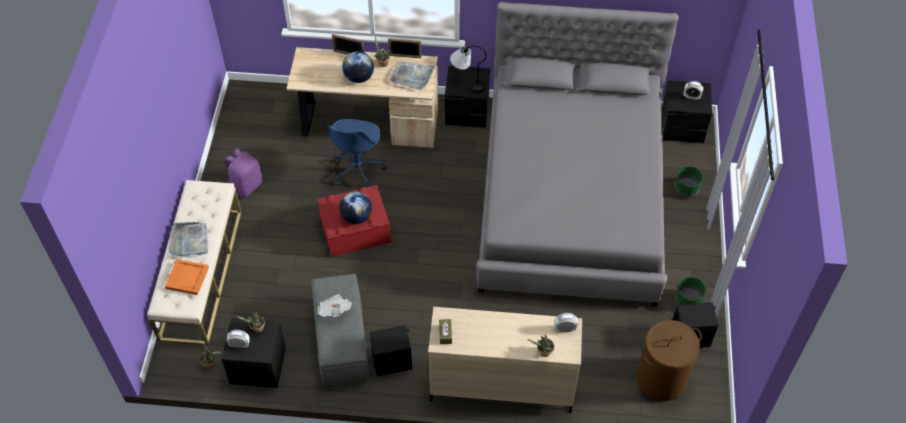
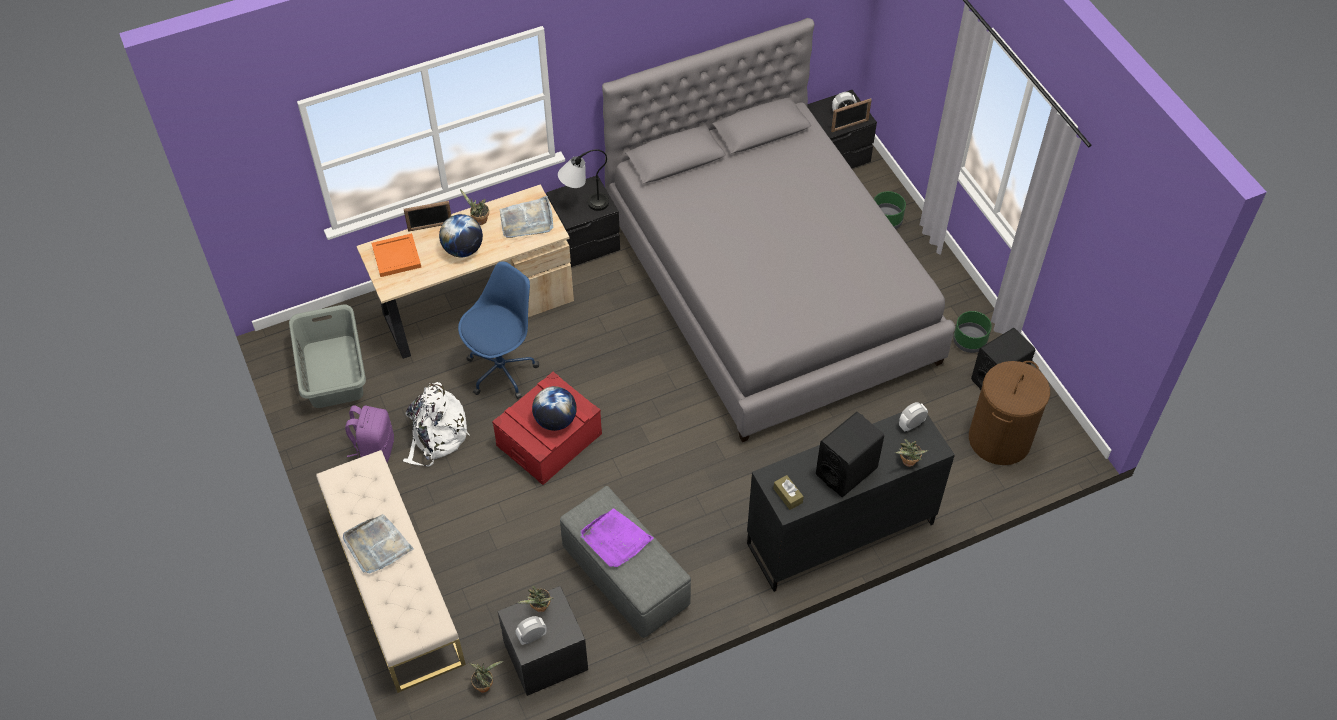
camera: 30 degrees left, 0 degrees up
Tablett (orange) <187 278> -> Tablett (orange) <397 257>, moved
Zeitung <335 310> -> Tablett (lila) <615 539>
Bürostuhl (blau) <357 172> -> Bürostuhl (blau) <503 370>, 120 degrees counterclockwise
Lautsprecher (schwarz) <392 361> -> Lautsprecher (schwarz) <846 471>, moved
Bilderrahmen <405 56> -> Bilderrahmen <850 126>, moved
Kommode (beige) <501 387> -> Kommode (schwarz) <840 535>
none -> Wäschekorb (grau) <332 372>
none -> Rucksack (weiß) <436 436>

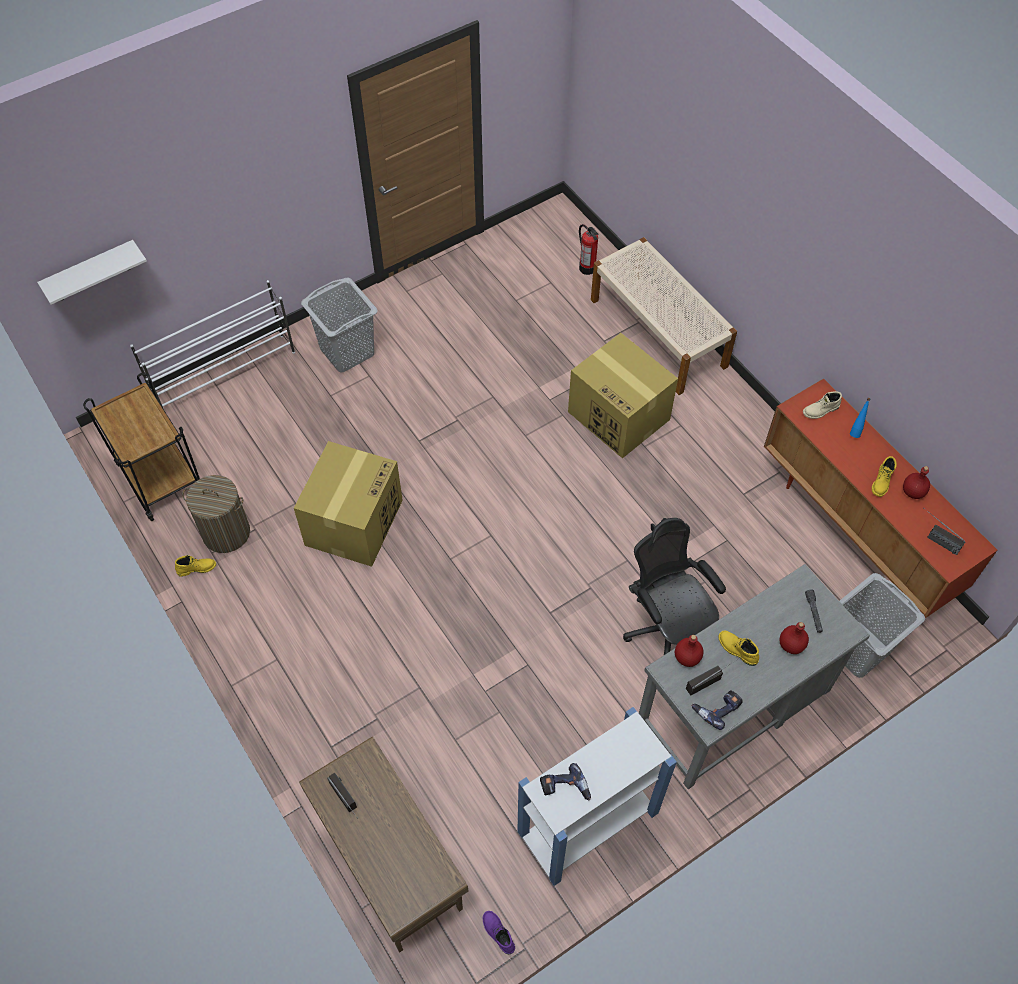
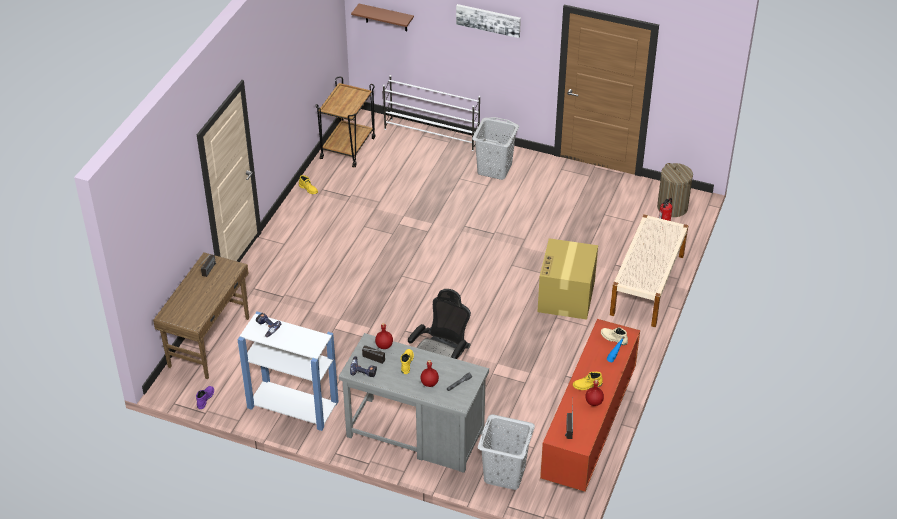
camera: 55 degrees right, 15 degrees down
Wandregal (weiß) <90 272> -> Wandregal (braun) <386 17>
Wäschekorb <226 532> -> Wäschekorb <672 207>, moved
Karton <354 521> -> none
none -> Bild <488 20>

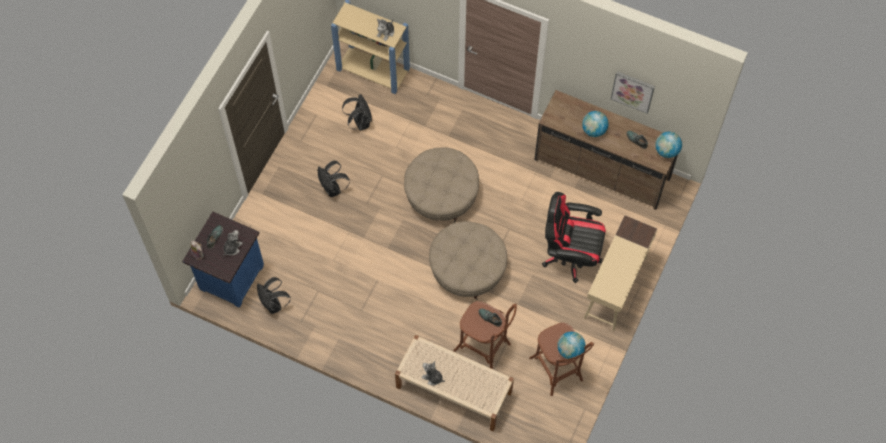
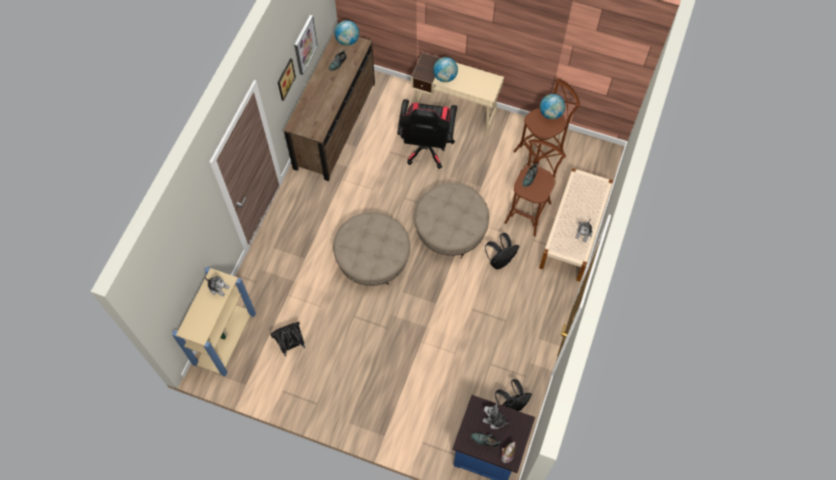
camera: 95 degrees left, 0 degrees up
Rucksack (schwarz) <333 189> -> Rucksack (schwarz) <500 260>, moved
Globus <593 130> -> Globus <445 77>, moved
none -> Bild <284 79>

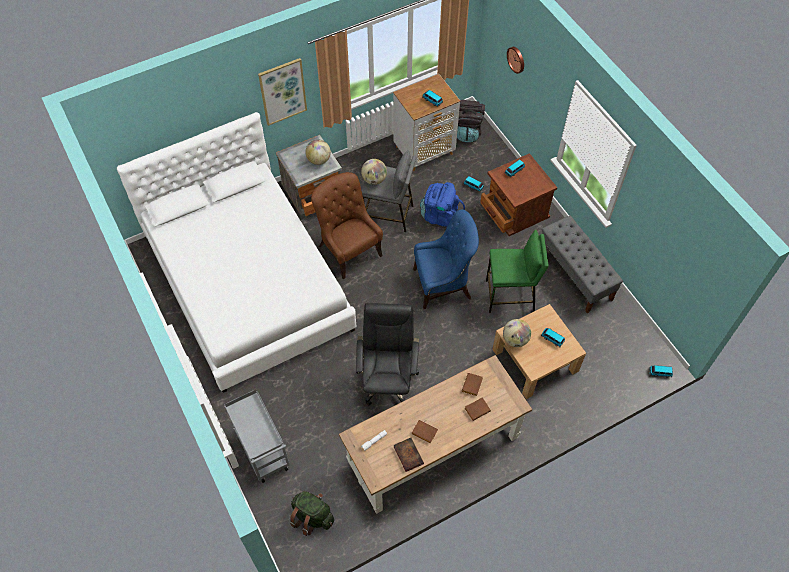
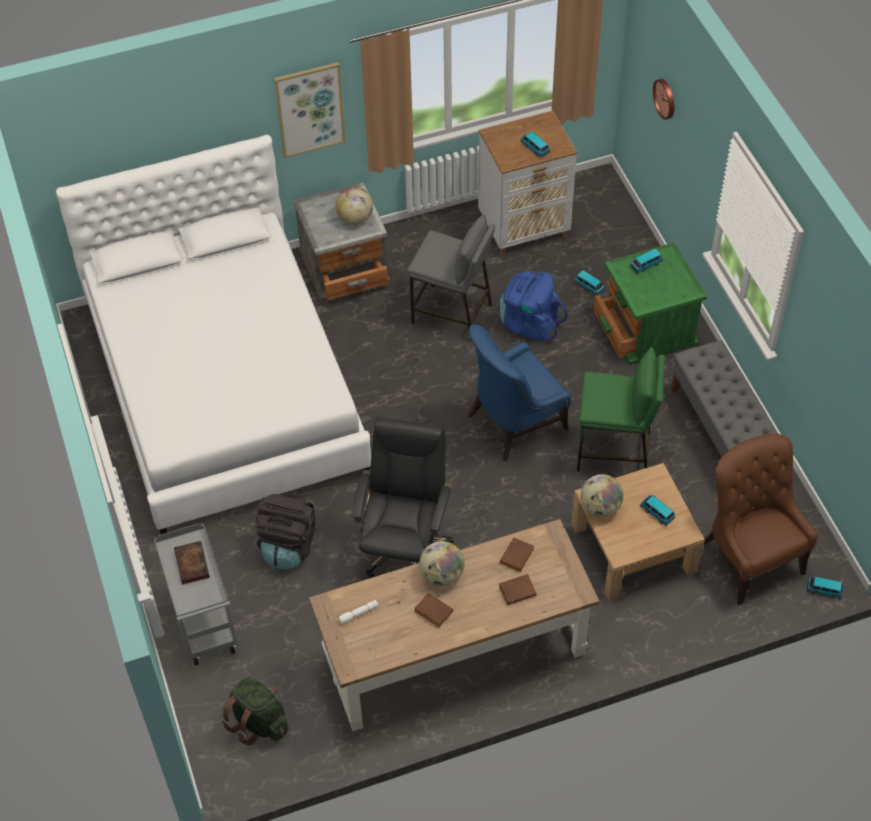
camera: 10 degrees right, 5 degrees down
Stuhl (braun) <348 250> -> Stuhl (braun) <749 557>, moved
Globus <374 179> -> Globus <442 575>, moved
Buch <407 454> -> Buch <191 563>, moved
Stuhl (blau) <443 284> -> Stuhl (blau) <515 422>, 150 degrees clockwise
Rucksack (schwarz) <467 132> -> Rucksack (schwarz) <288 546>, moved
Nachttisch (braun) <513 211> -> Nachttisch (grün) <644 330>

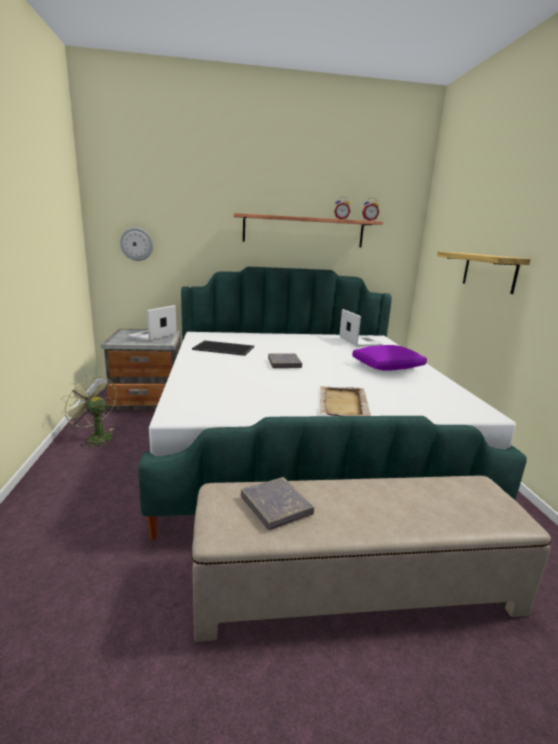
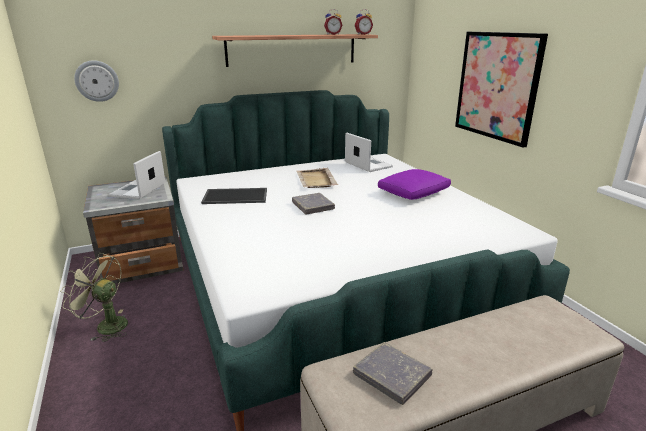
camera: 15 degrees left, 5 degrees up
Tablett (beige) <342 404> -> Tablett (beige) <316 180>, moved
Wandregal <489 272> -> Bild <497 86>

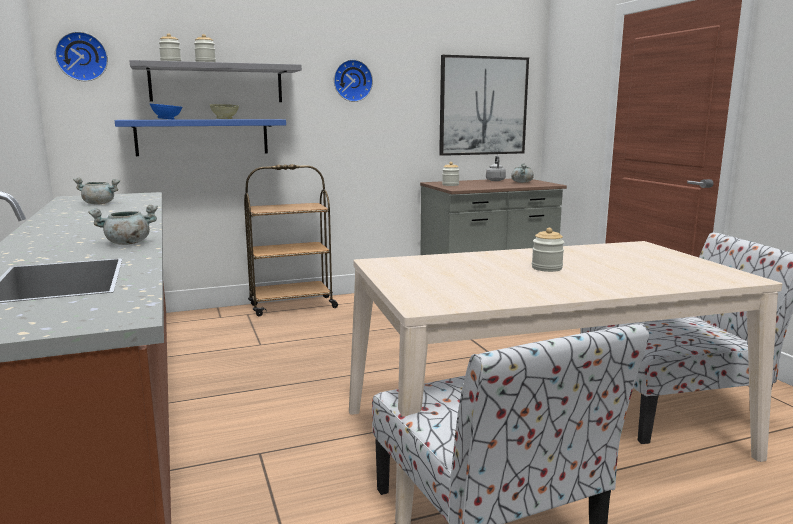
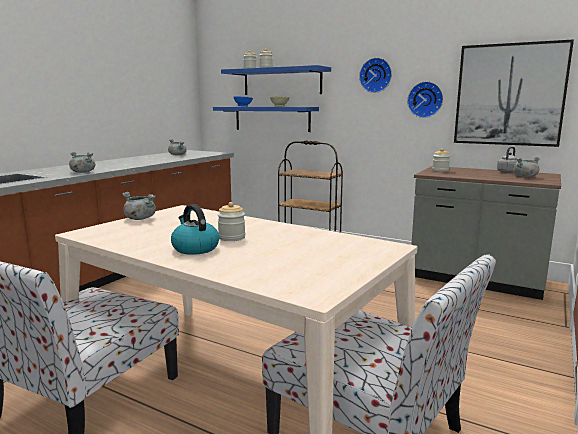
camera: 50 degrees right, 0 degrees up
Wanduhr <82 56> -> Wanduhr <425 99>, moved
Wandregal (grau) <216 83> -> Wandregal (blau) <282 82>
none -> Kochtopf (grau) <139 218>
none -> Wasserkessel <195 248>

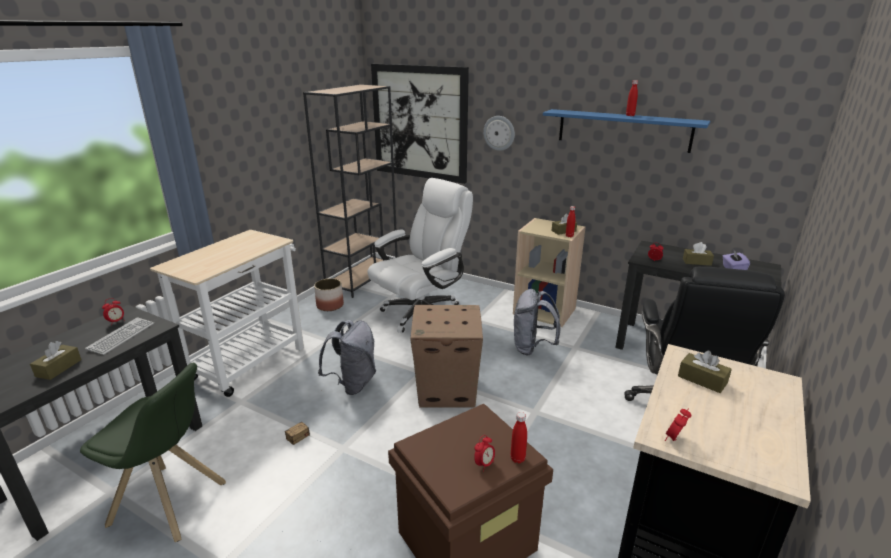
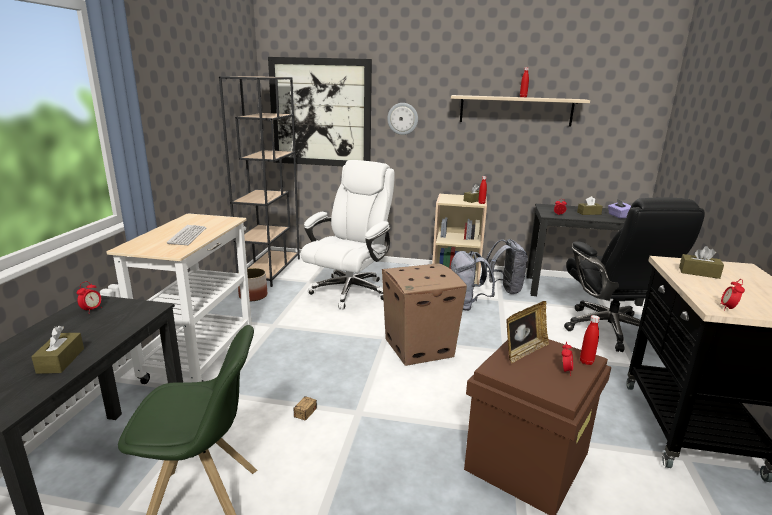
camera: 20 degrees left, 5 degrees down
Tastatur <121 336> -> Tastatur <187 236>, moved
Rucksack (grau) <353 384> -> Rucksack (grau) <504 289>, moved
Wandregal (blau) <623 130> -> Wandregal (beige) <515 110>
none -> Bilderrahmen <524 351>

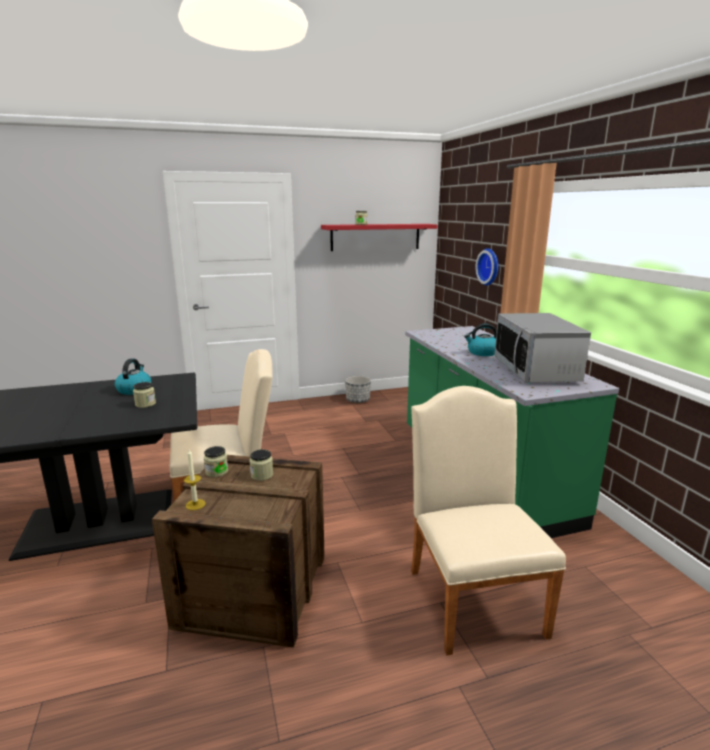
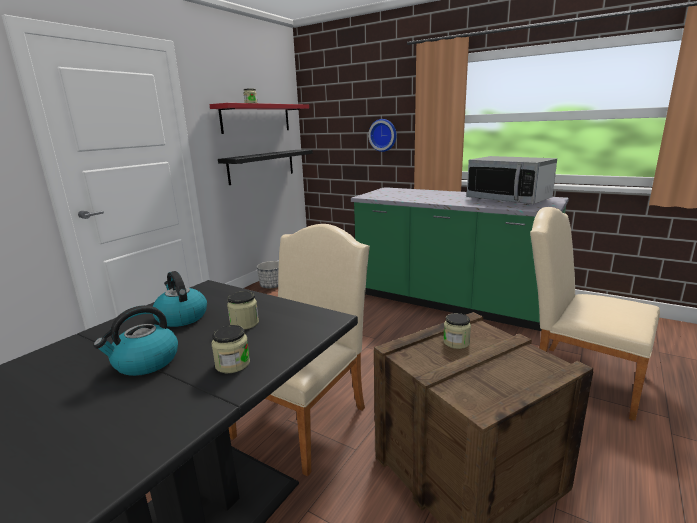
camera: 40 degrees left, 0 degrees up
Kerze <195 504> -> none
Vorratsglas <216 472> -> Vorratsglas <232 364>, moved
Wasserkessel <482 353> -> Wasserkessel <145 362>, moved
none -> Wandregal (schwarz) <262 166>

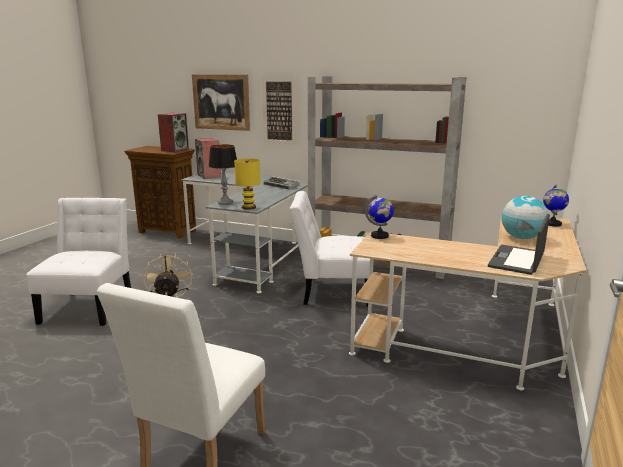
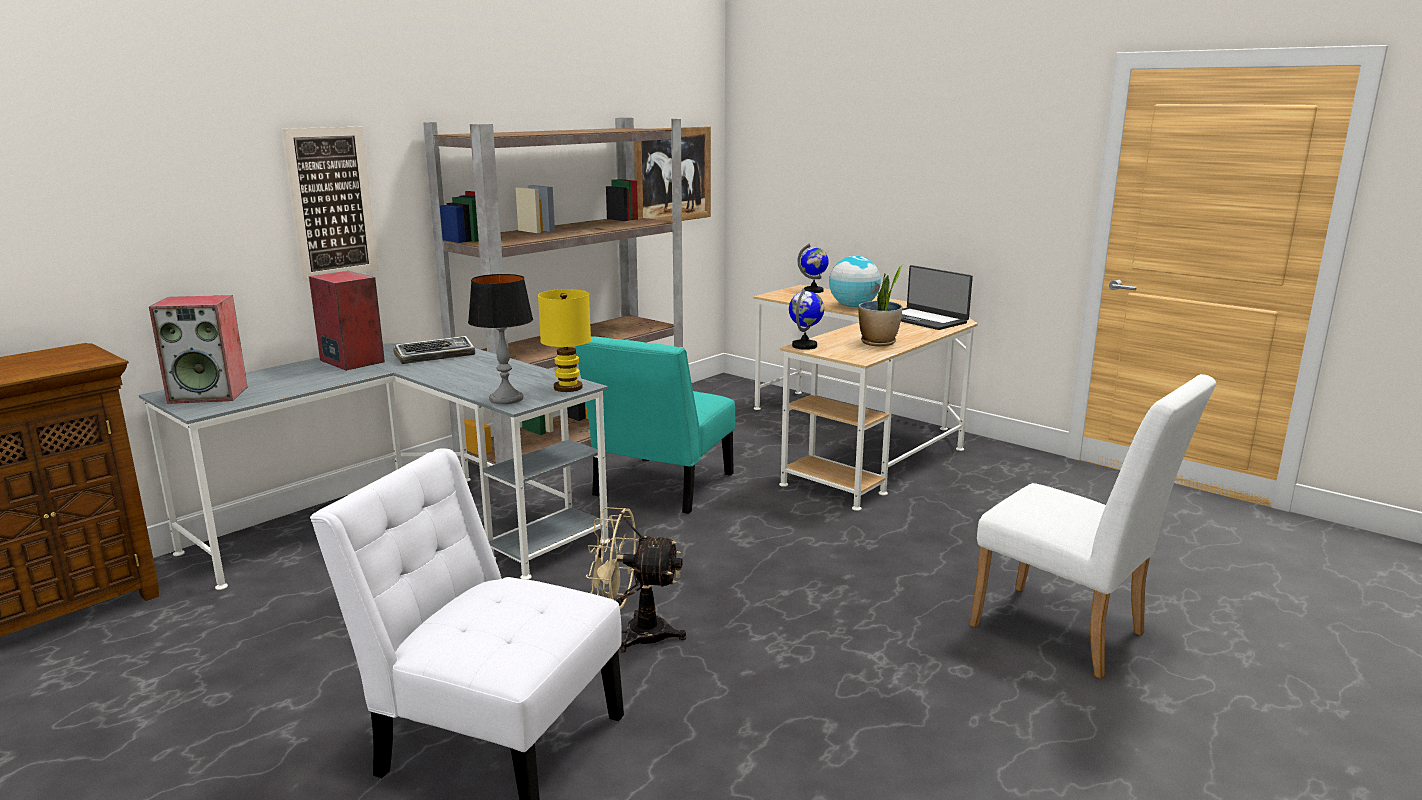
camera: 70 degrees left, 0 degrees up
Lautsprecher <175 150> -> Lautsprecher <350 361>, moved
Bild <221 102> -> Bild <672 175>, moved
Stuhl (weiß) <332 292> -> Stuhl (türkis) <660 488>
none -> Topfpflanze <878 343>

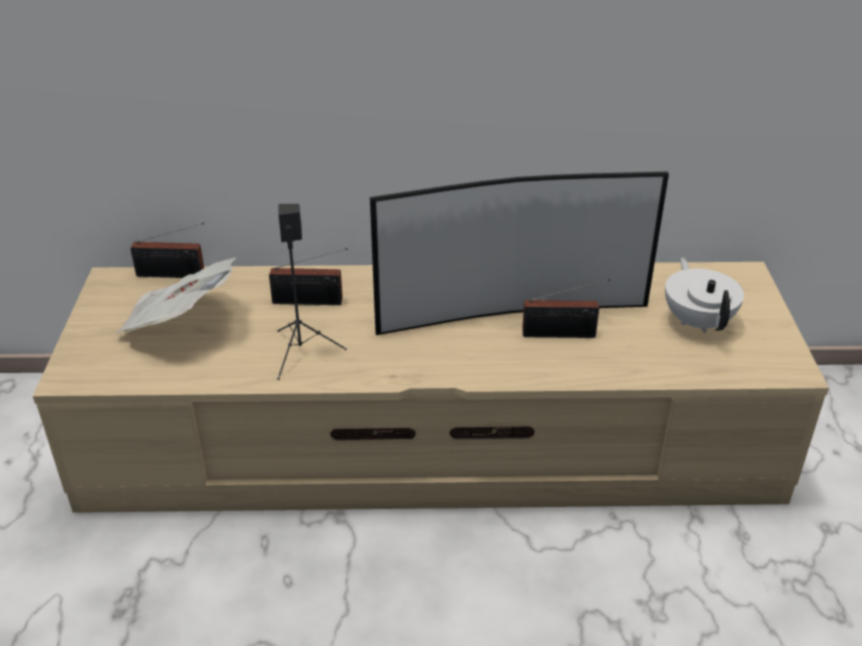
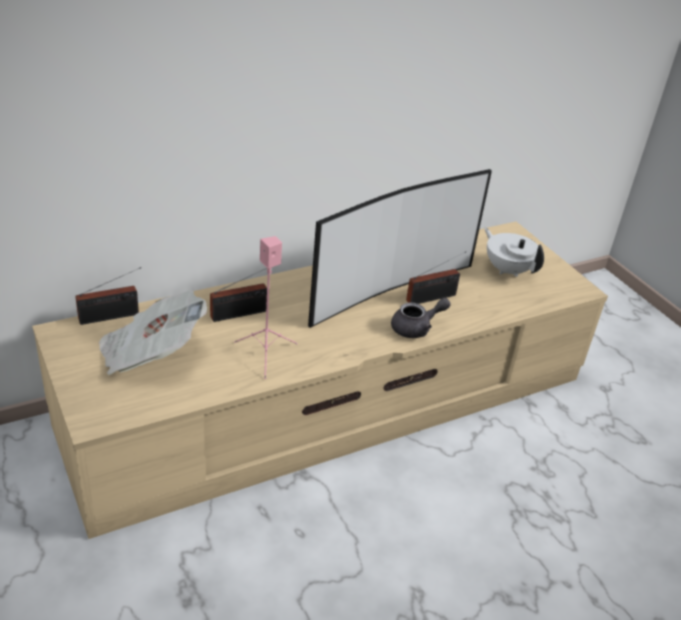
camera: 30 degrees left, 0 degrees up
Lautsprecher (schwarz) <300 353> -> Lautsprecher (rosa) <266 354>
none -> Teekanne (grau) <416 328>

